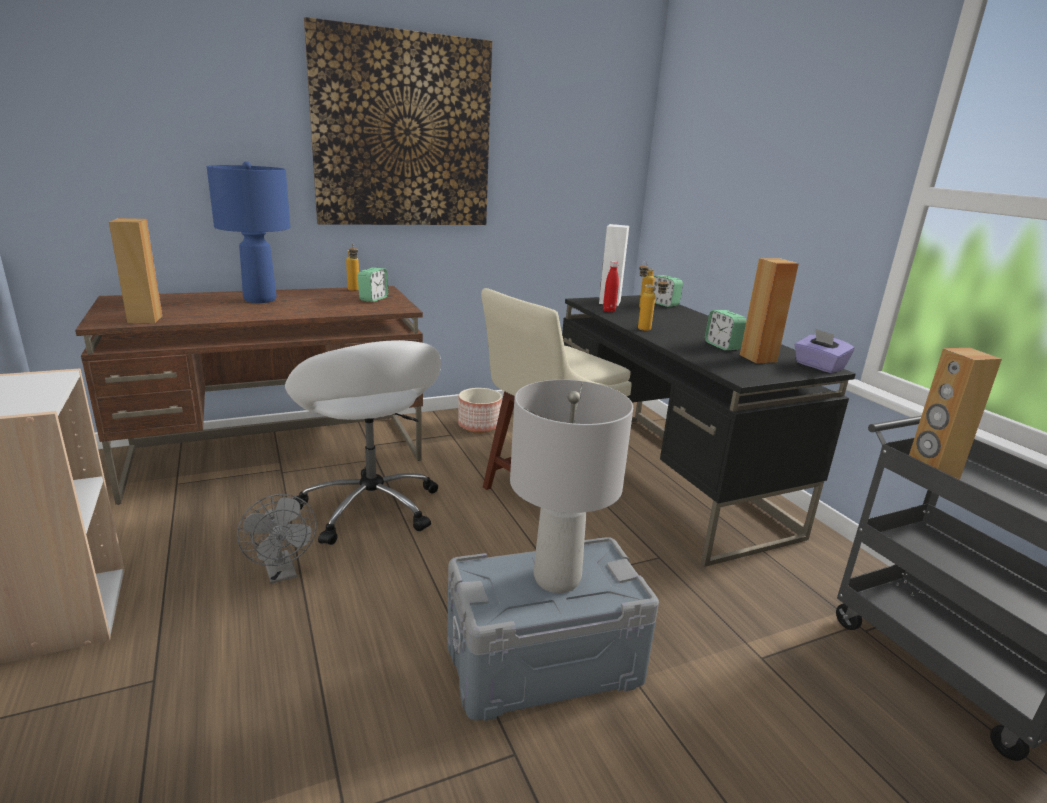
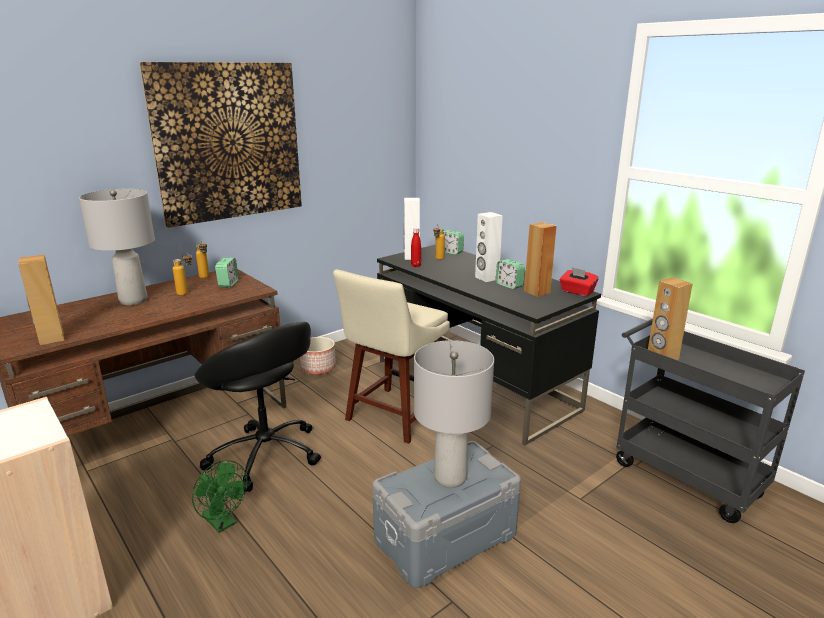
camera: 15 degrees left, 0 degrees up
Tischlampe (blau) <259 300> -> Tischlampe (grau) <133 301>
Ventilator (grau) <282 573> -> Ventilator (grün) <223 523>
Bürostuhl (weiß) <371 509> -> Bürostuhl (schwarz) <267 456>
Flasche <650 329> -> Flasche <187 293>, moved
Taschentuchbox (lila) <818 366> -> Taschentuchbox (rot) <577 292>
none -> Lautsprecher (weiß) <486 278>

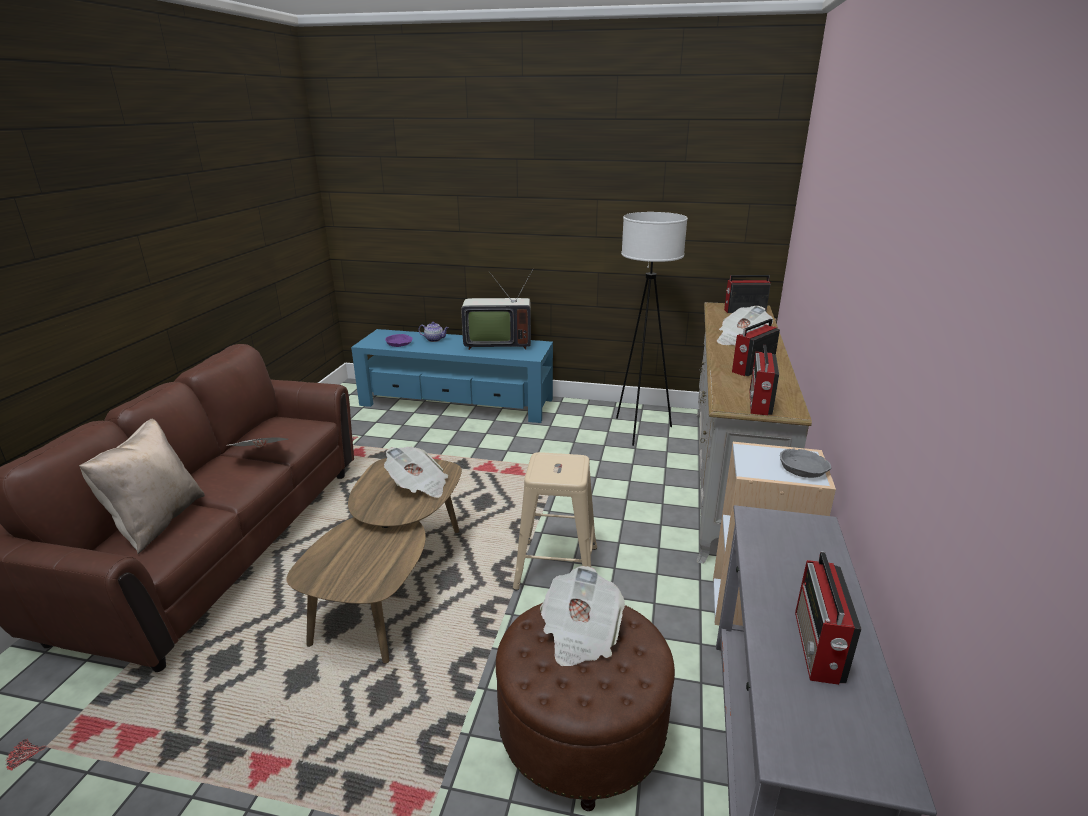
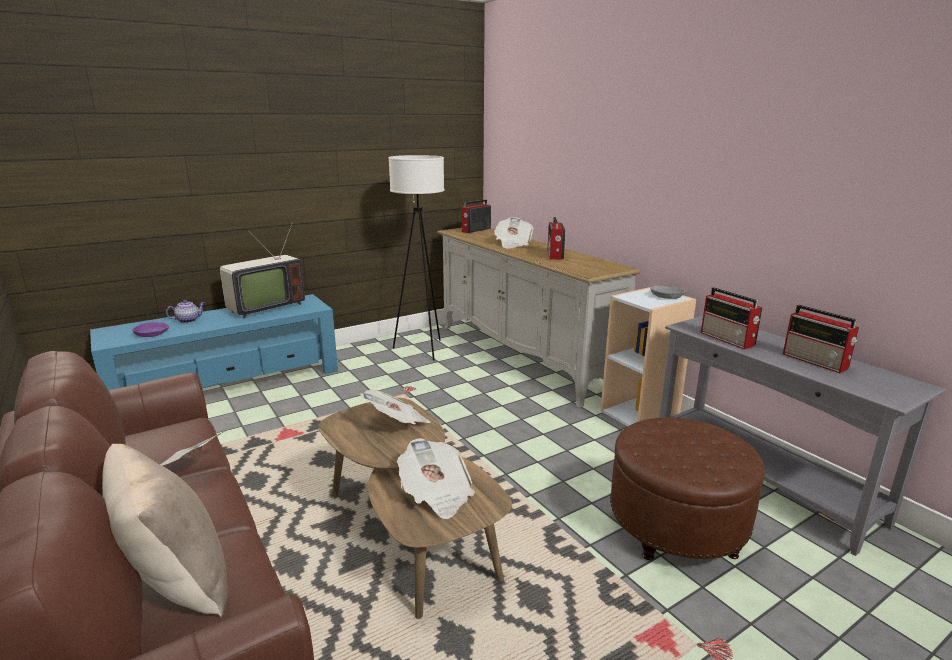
camera: 45 degrees left, 5 degrees down
Hocker (beige) <557 567> -> none
Zeitung <580 634> -> Zeitung <436 494>, moved
Radio <759 403> -> Radio <728 339>, moved

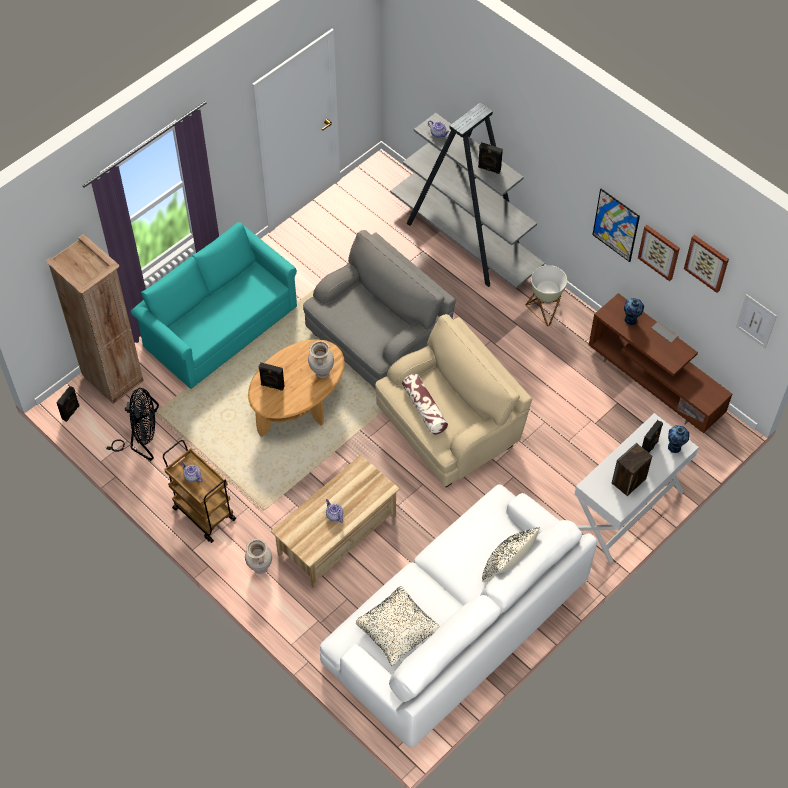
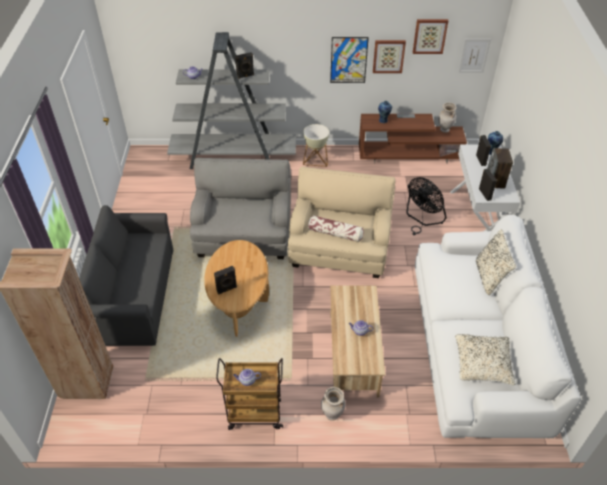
camera: 45 degrees left, 10 degrees down
Lautsprecher (schwarz) <71 412> -> Lautsprecher (schwarz) <485 194>, moved
Ventilator (schwarz) <141 437> -> Ventilator (schwarz) <420 218>, moved
Sofa (türkis) <220 327> -> Sofa (grau) <134 295>
Vase (beige) <321 372> -> Vase (beige) <444 130>, moved

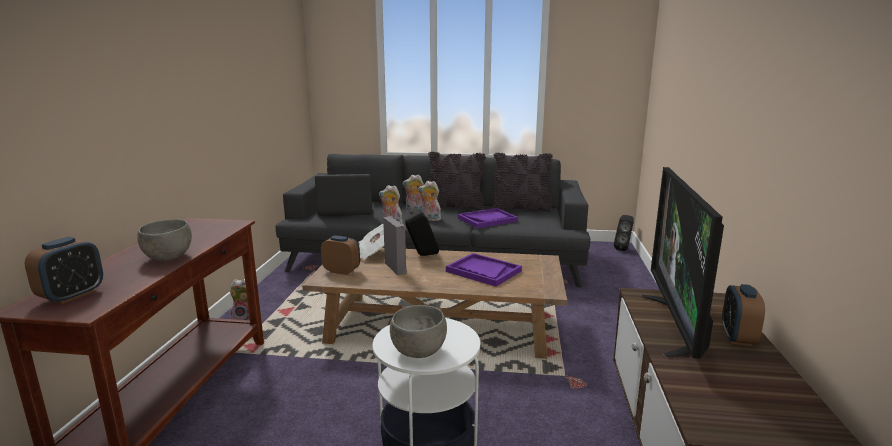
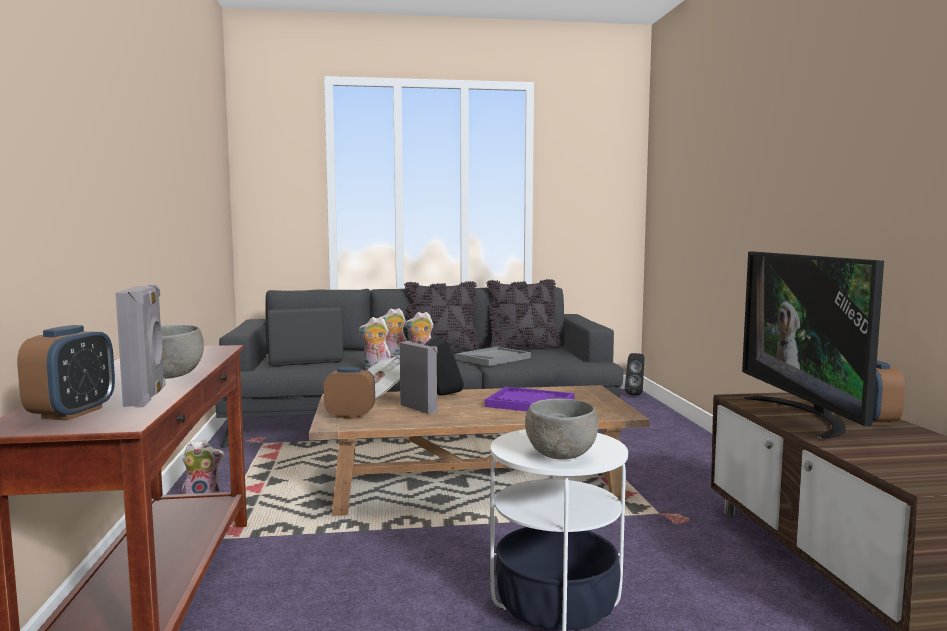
camera: 15 degrees left, 10 degrees down
Tablett (lila) <487 219> -> Tablett (grau) <493 358>
none -> Lautsprecher (grau) <147 397>

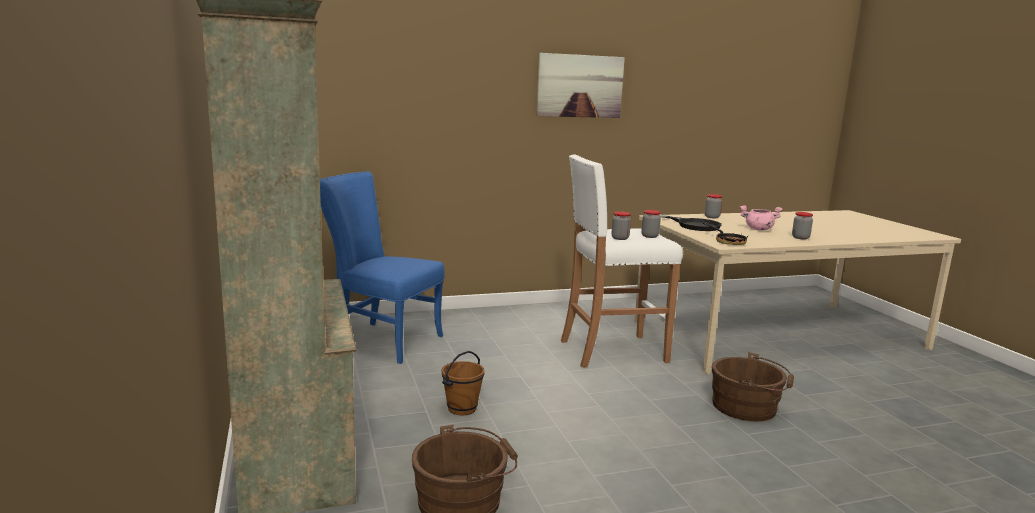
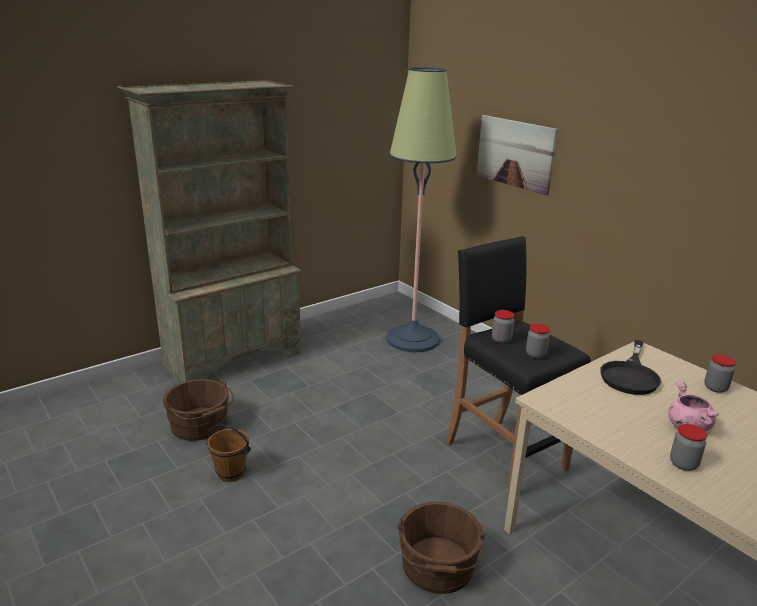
camera: 70 degrees right, 10 degrees up
Stuhl (blau) <381 340> -> Stehlampe <412 339>
Eimer (braun) <462 409> -> Eimer (braun) <230 473>, moved
Bild <580 86> -> Bild <515 153>, moved
Hocker (weiß) <611 351> -> Hocker (schwarz) <504 455>
Pfanne <727 241> -> none

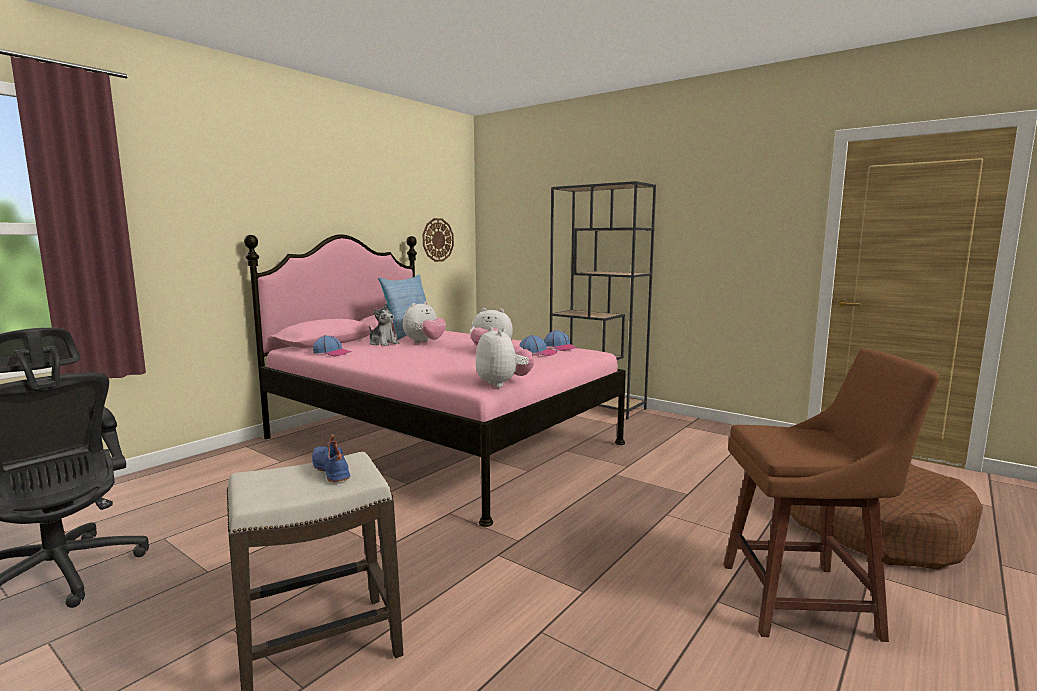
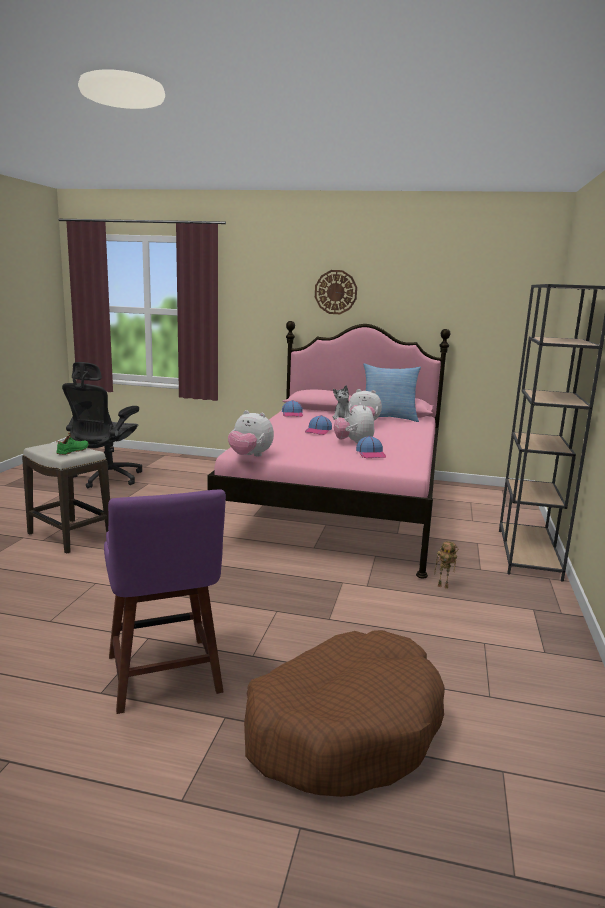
camera: 65 degrees right, 5 degrees up
Schuh (blau) <332 470> -> Schuh (grün) <73 451>
Wanduhr <437 240> -> Wanduhr <335 292>, moved
Plüschtier <503 384> -> Plüschtier <250 456>, 75 degrees clockwise
Kappe <560 347> -> Kappe <318 431>, moved
Hocker (braun) <805 600> -> Hocker (lila) <164 677>
none -> Spielzeugroboter <443 586>

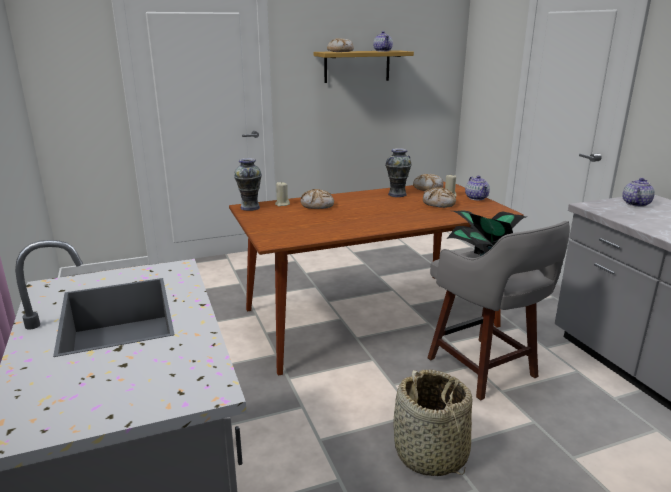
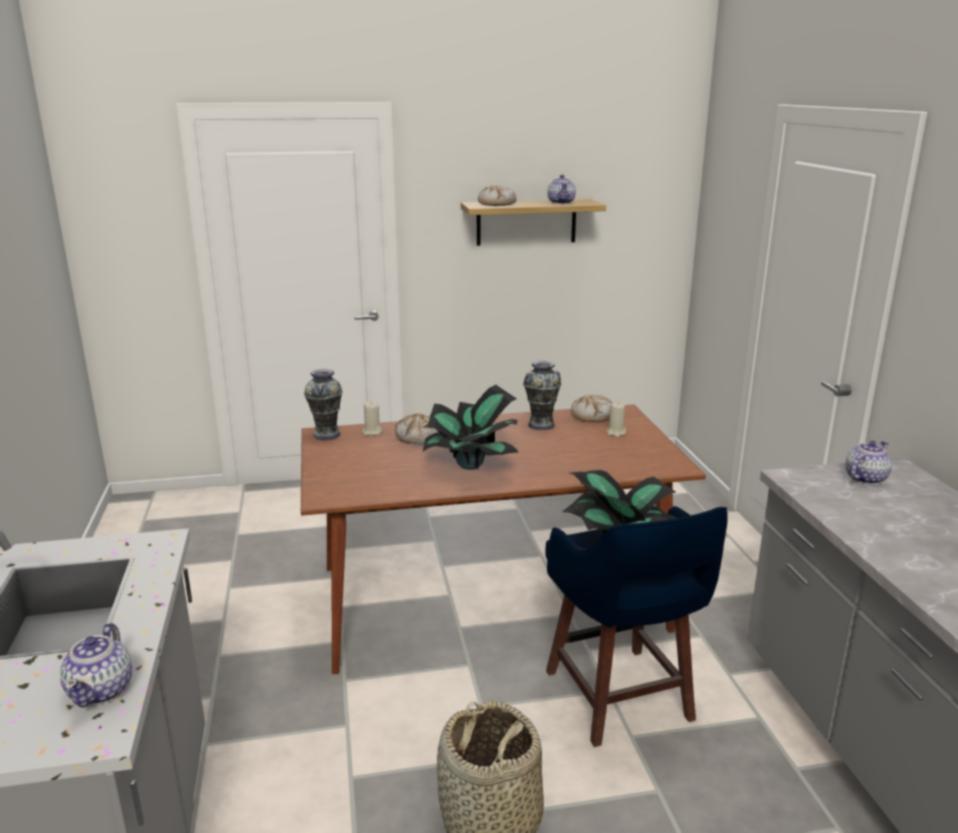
camera: 10 degrees right, 0 degrees up
Brot <439 204> -> none
Hocker (grau) <484 370> -> Hocker (blau) <620 700>
Teekanne <476 198> -> Teekanne <102 690>, moved
none -> Topfpflanze <470 466>

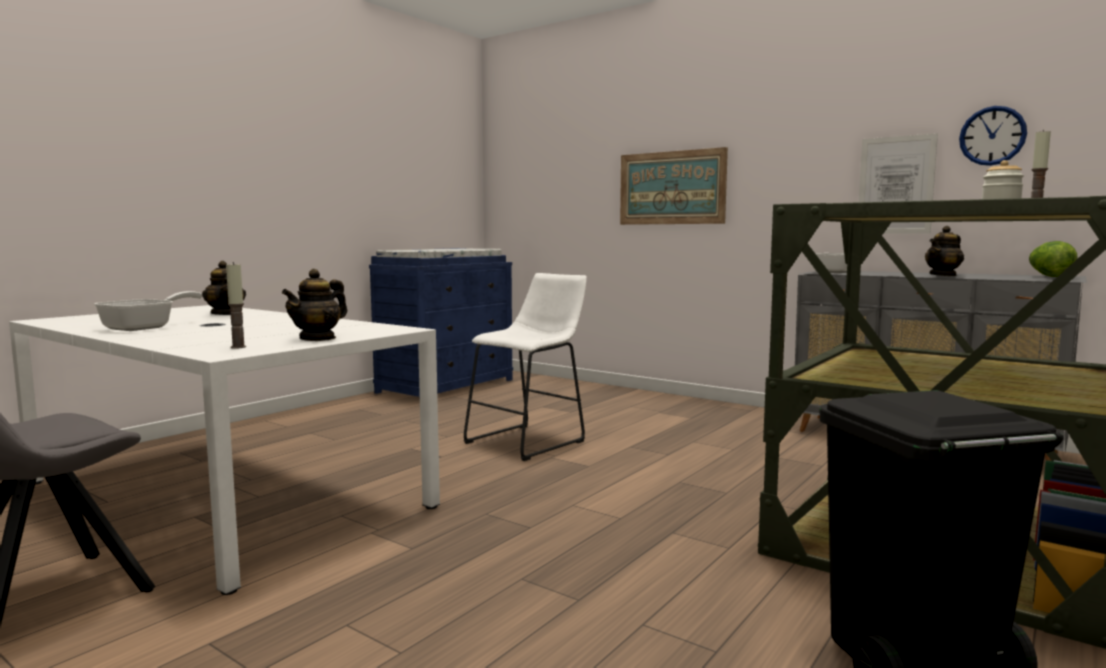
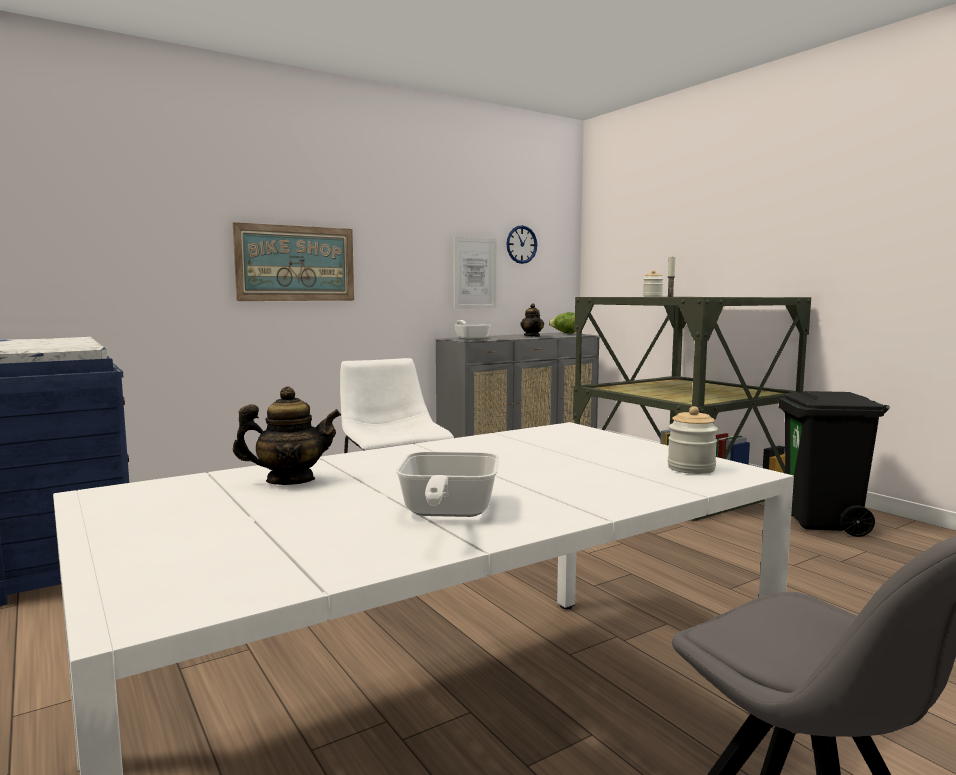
camera: 70 degrees left, 0 degrees up
Pfanne <146 327> -> Pfanne <446 513>, 135 degrees counterclockwise
Kerze <238 347> -> Vorratsglas <691 468>
Teekanne <318 338> -> none

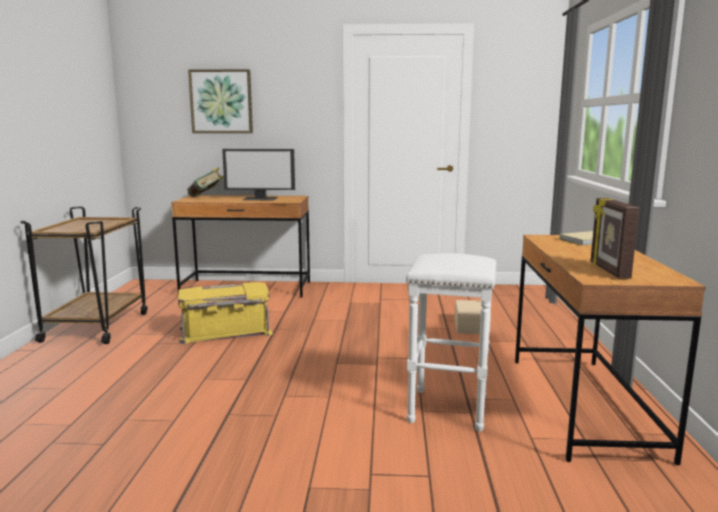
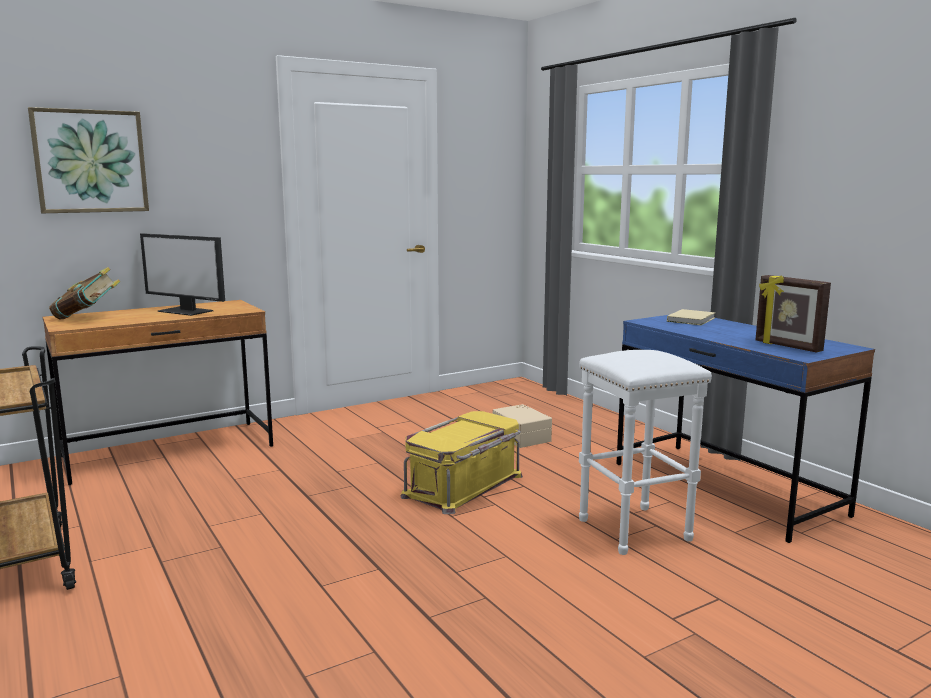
camera: 35 degrees left, 0 degrees up
Aufbewahrungsbox (gelb) <225 331> -> Aufbewahrungsbox (gelb) <464 486>, moved
Monitor <260 199> -> Monitor <186 311>, 60 degrees clockwise
Schreibtisch (braun) <582 405> -> Schreibtisch (blau) <725 489>

